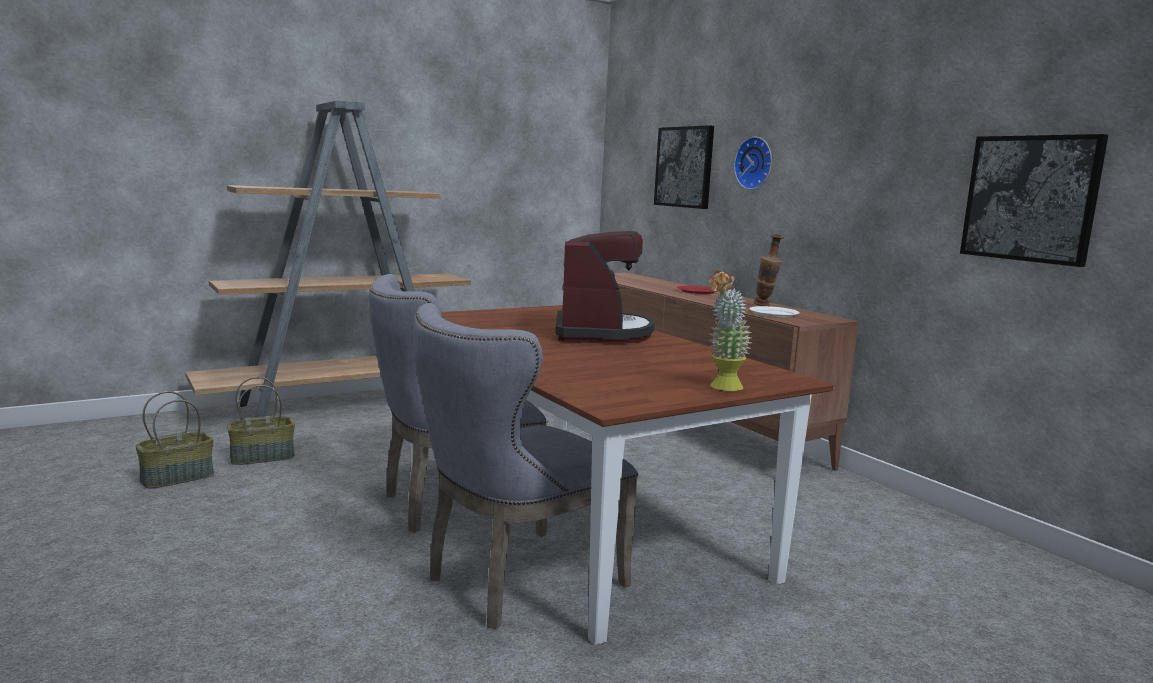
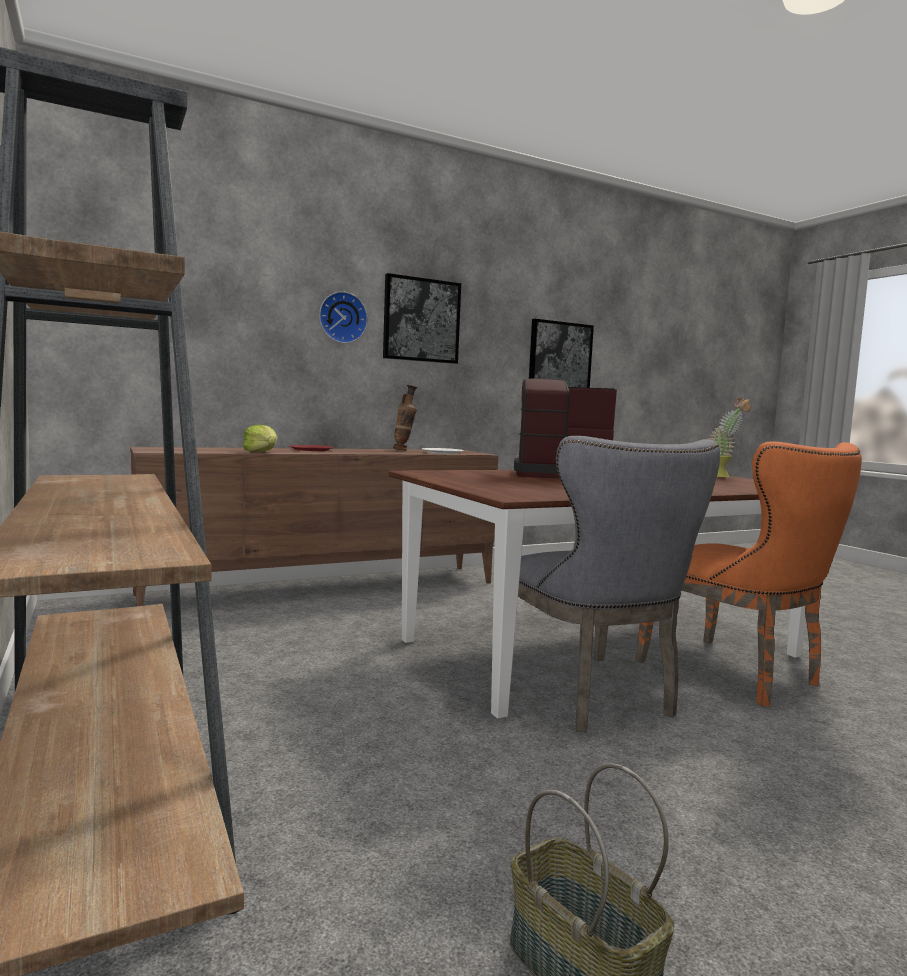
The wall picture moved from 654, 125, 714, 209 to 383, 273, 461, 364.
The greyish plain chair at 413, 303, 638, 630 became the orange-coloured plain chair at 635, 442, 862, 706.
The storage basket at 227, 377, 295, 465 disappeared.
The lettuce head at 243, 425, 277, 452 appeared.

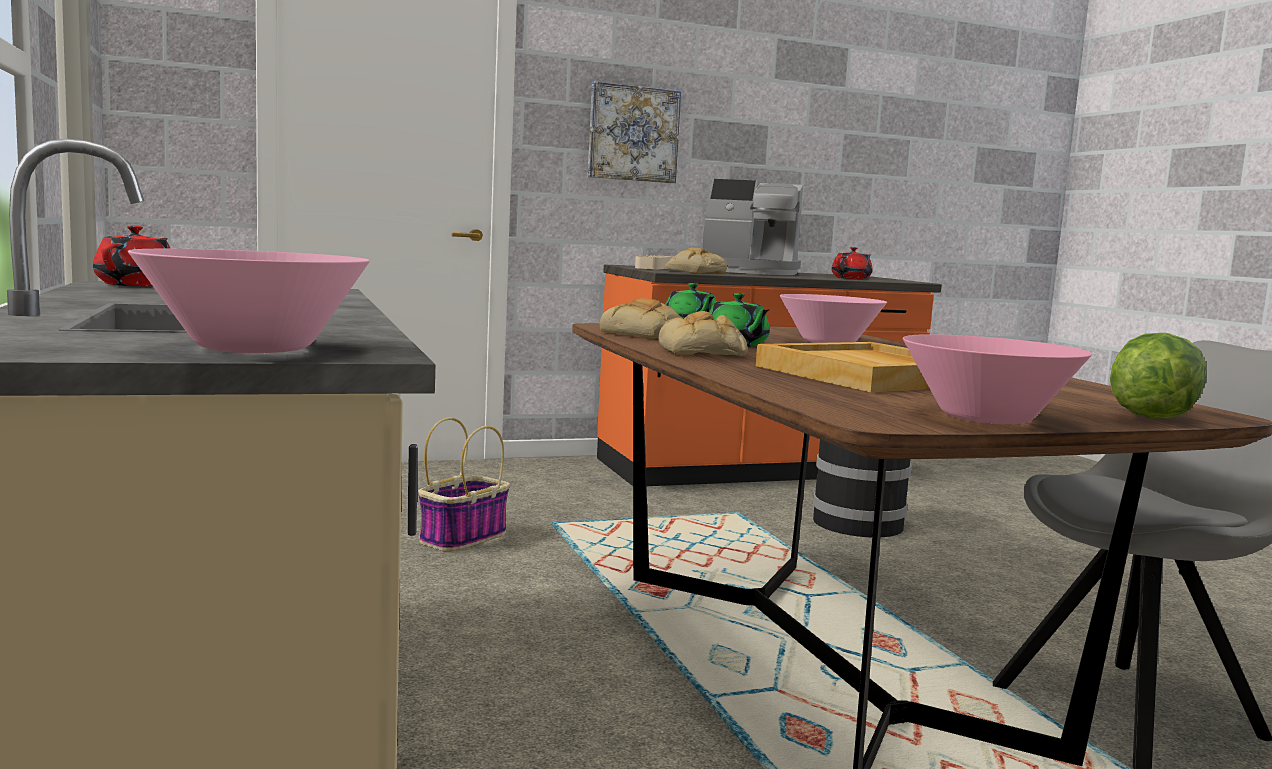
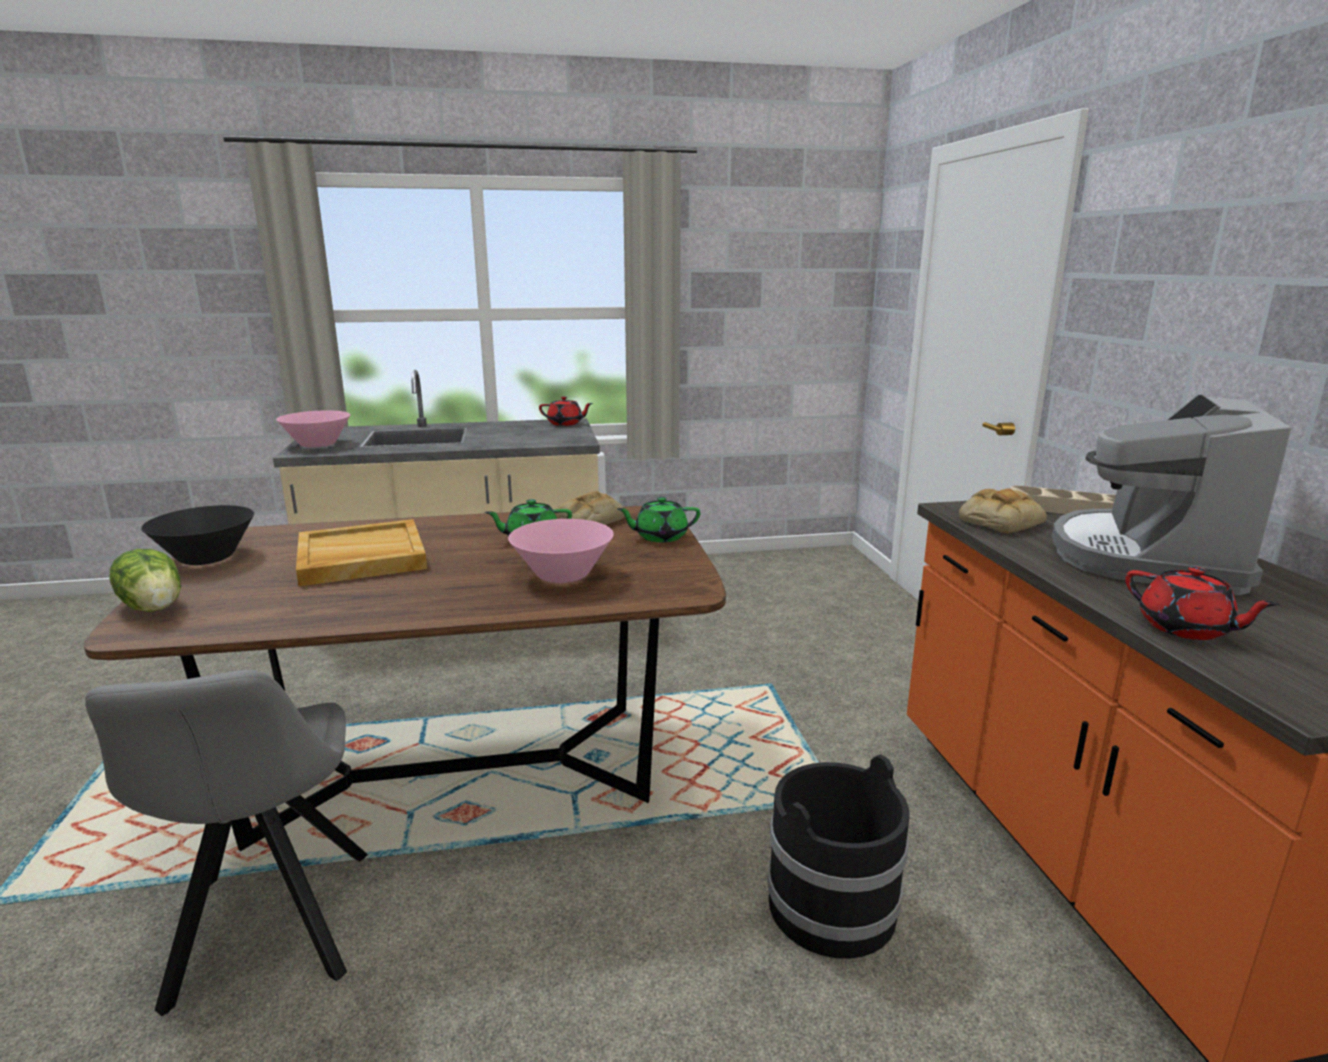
The wall picture at 588, 81, 681, 183 disappeared.
The bakery bread at 659, 311, 747, 356 disappeared.
The pinkish deep dish at 903, 334, 1092, 424 became the blackish deep dish at 141, 505, 254, 565.
The storage basket at 418, 418, 510, 552 disappeared.

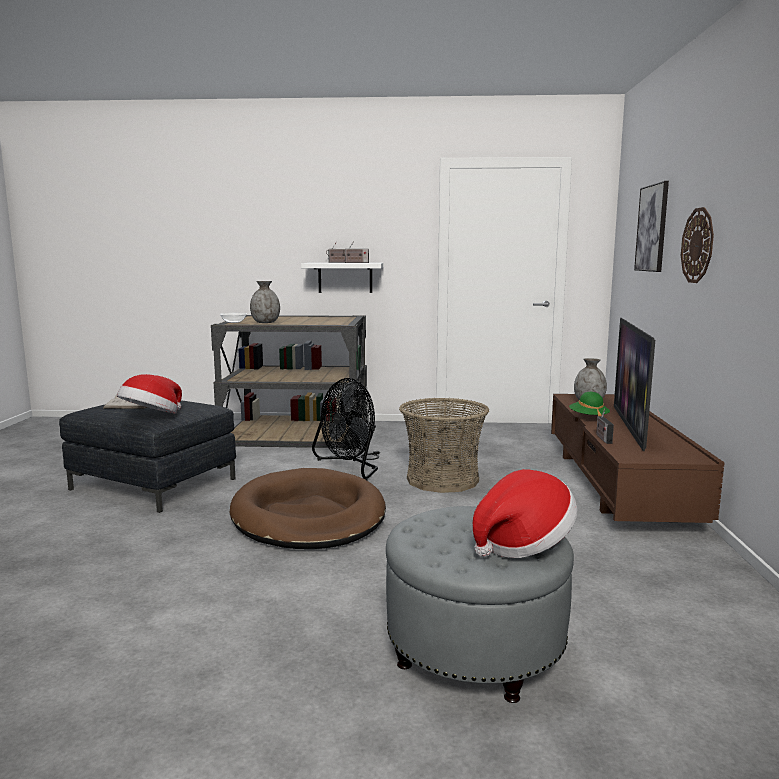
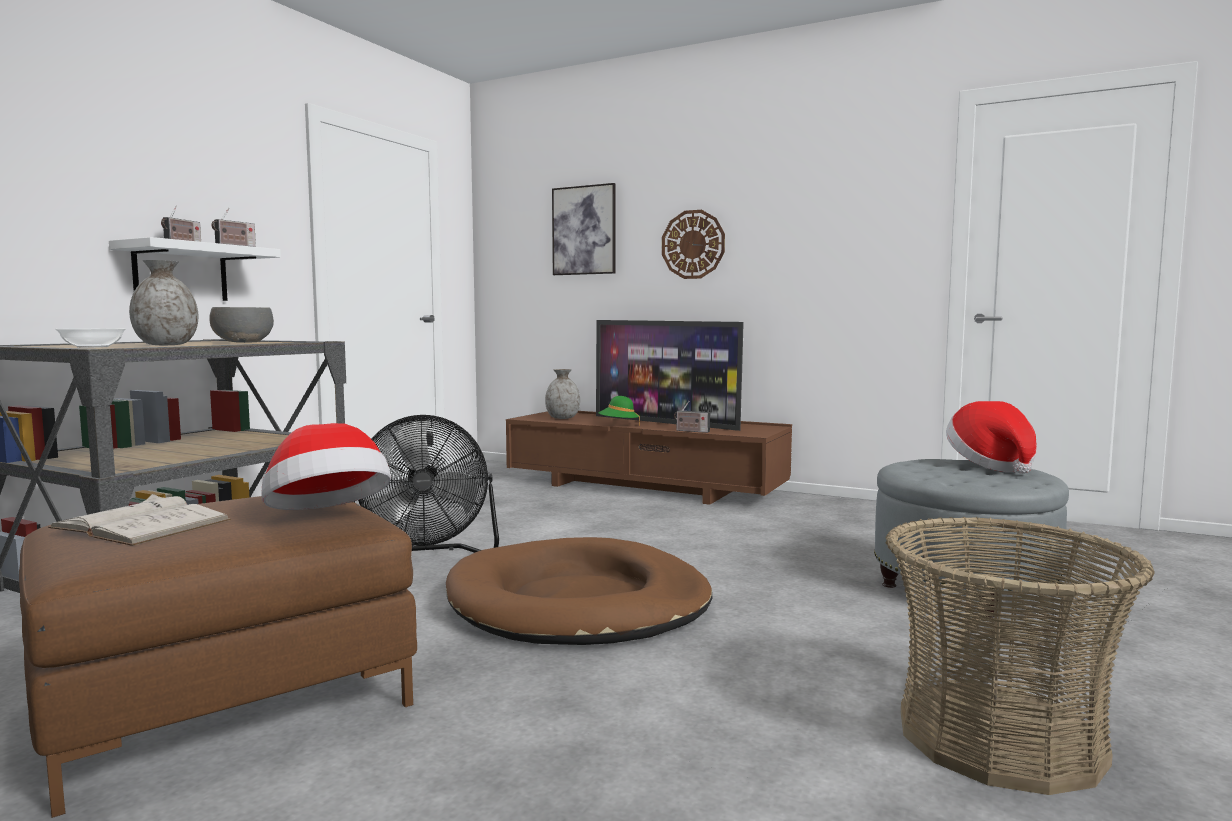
The storage basket moved from 399, 398, 489, 493 to 885, 517, 1155, 795.
The greyish footrest at 59, 400, 236, 513 became the brown footrest at 19, 496, 417, 818.
The greyish deep dish at 209, 307, 274, 343 appeared.

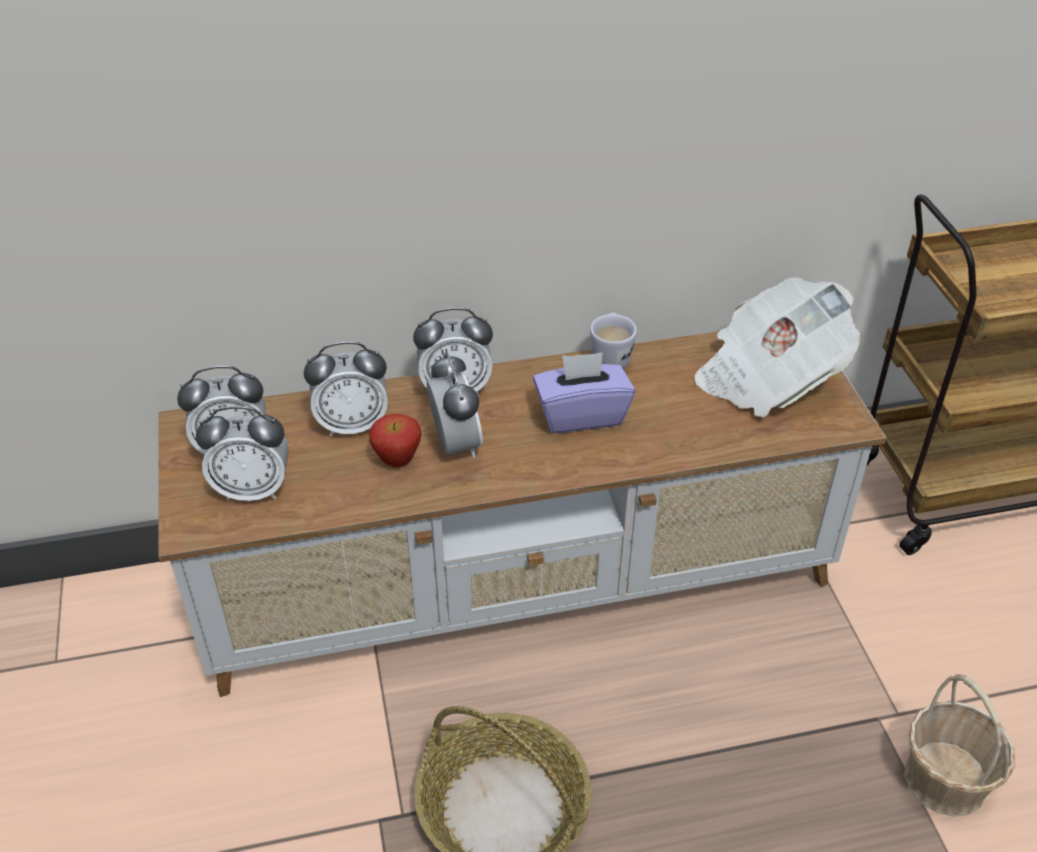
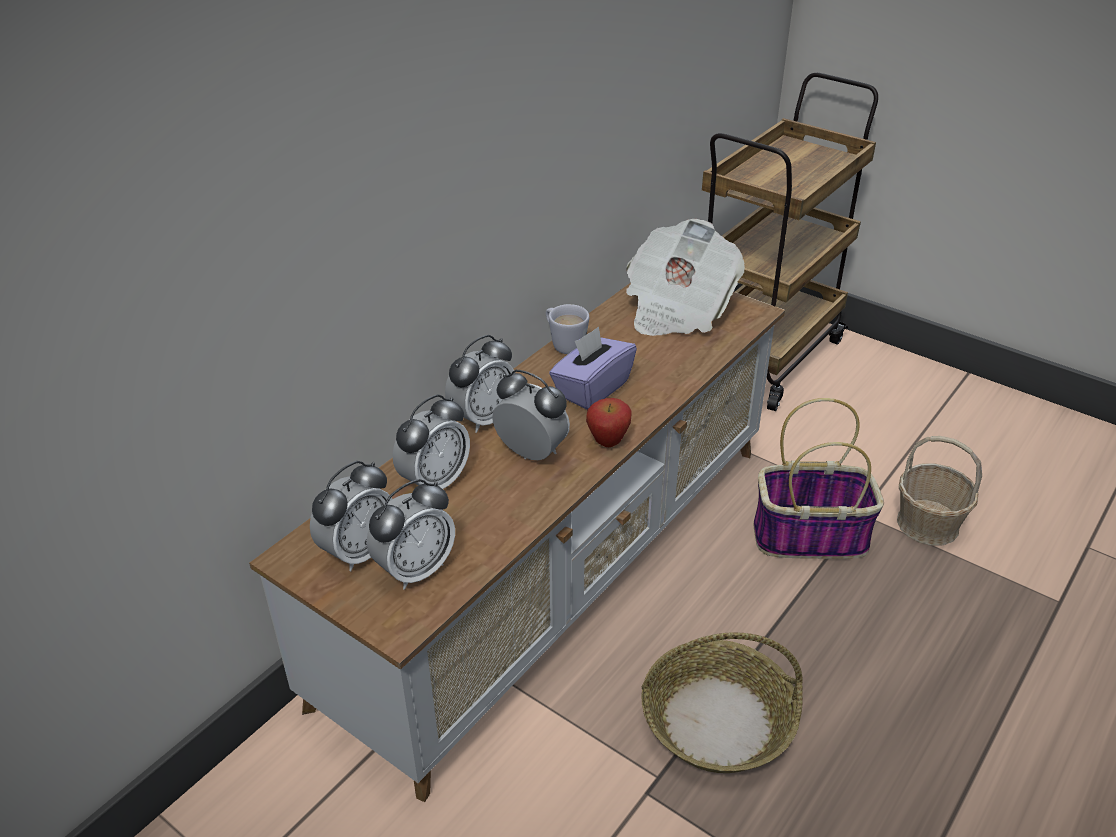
The apple fruit moved from 369, 414, 421, 467 to 586, 398, 632, 447.
The storage basket at 753, 398, 884, 559 appeared.

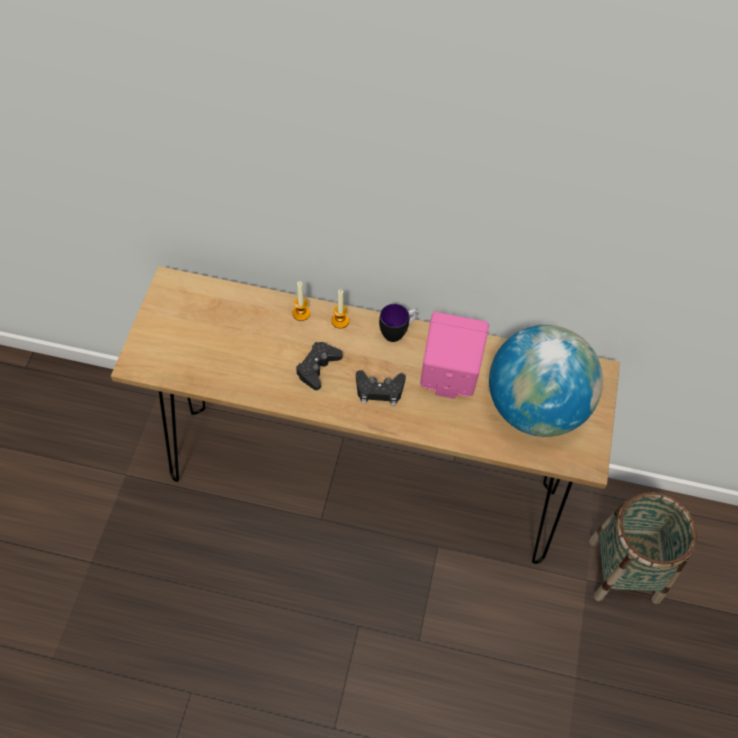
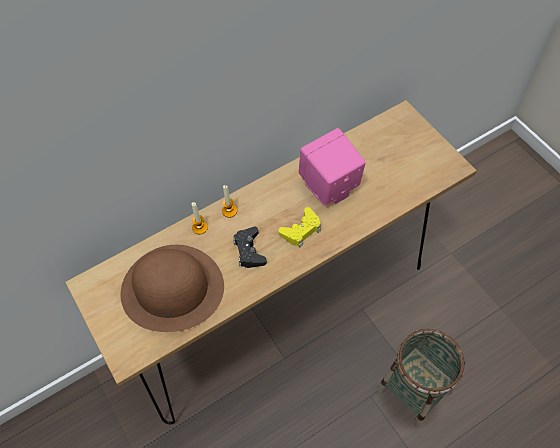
The mug at 379, 304, 418, 342 disappeared.
The desk globe at 489, 325, 603, 437 disappeared.
The blackish game controller at 356, 370, 406, 405 became the yellow-coloured game controller at 279, 207, 321, 247.
The storage basket moved from 589, 492, 697, 604 to 377, 329, 465, 428.
The brown hat at 121, 245, 224, 332 appeared.

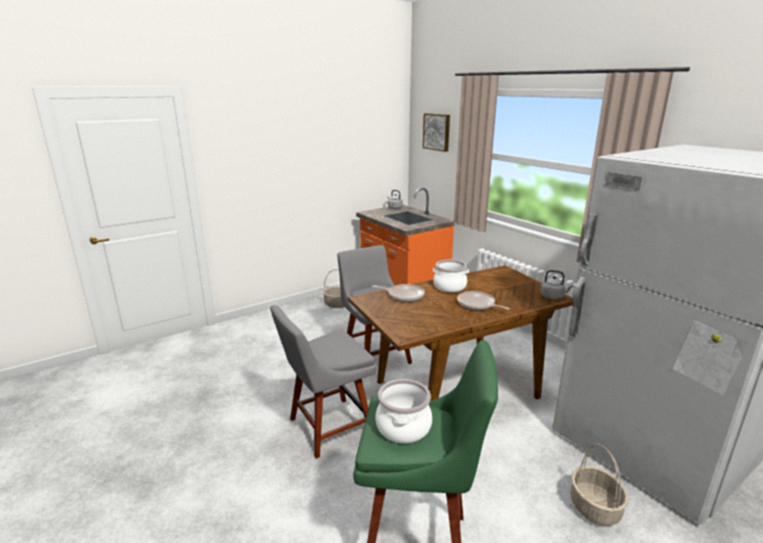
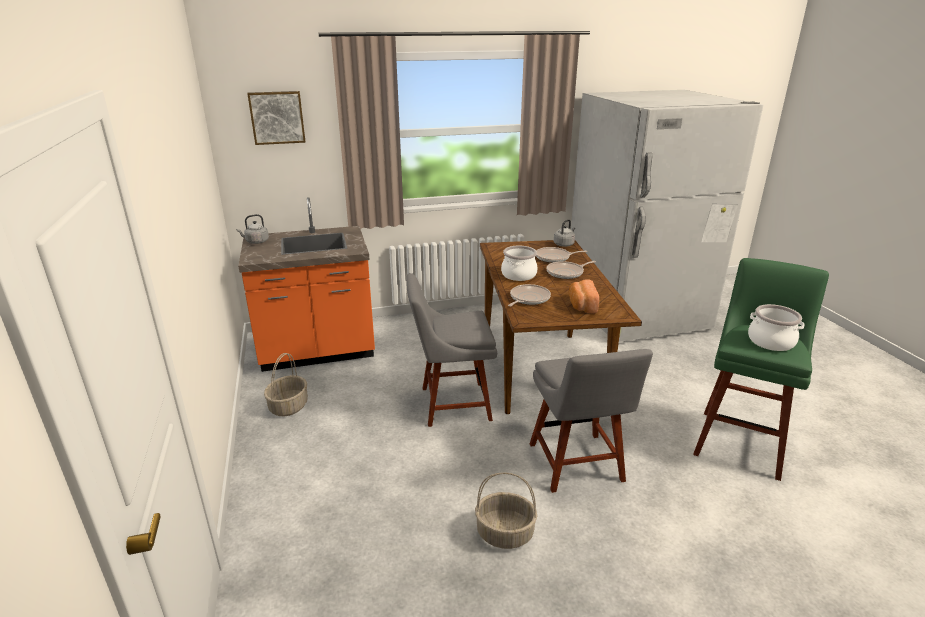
The storage basket moved from 570, 443, 629, 526 to 475, 472, 537, 549.
The frying pan at 536, 247, 587, 263 appeared.
The bakery bread at 569, 279, 599, 313 appeared.

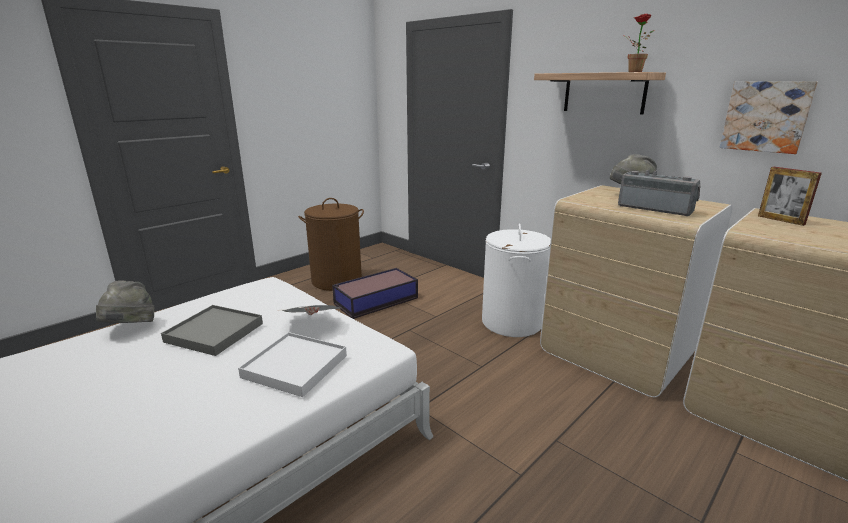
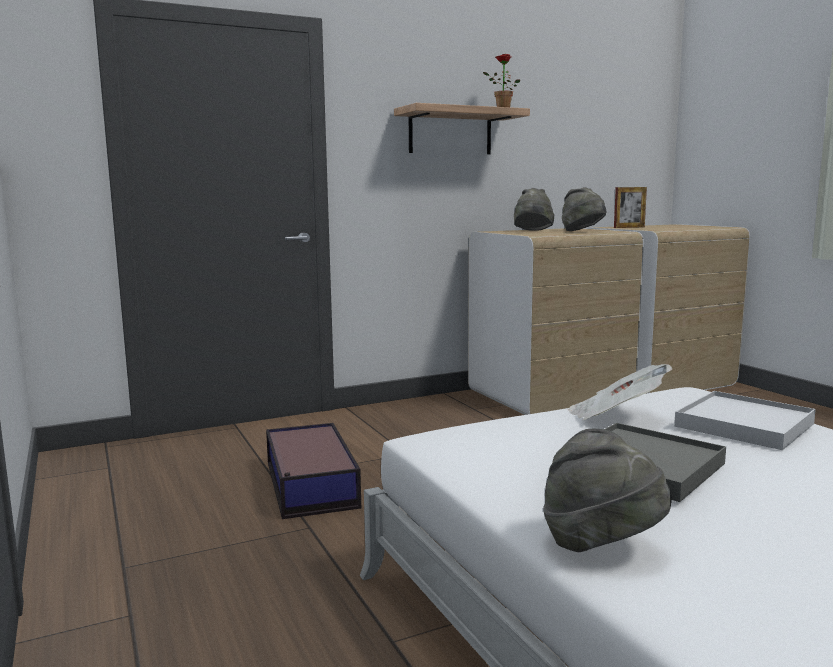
The wall picture at 720, 81, 818, 154 disappeared.
The radio receiver at 618, 170, 701, 216 was replaced by the greyish hat at 562, 187, 606, 231.
The brown washing basket at 298, 198, 364, 291 disappeared.
The whitish washing basket at 482, 223, 551, 337 disappeared.

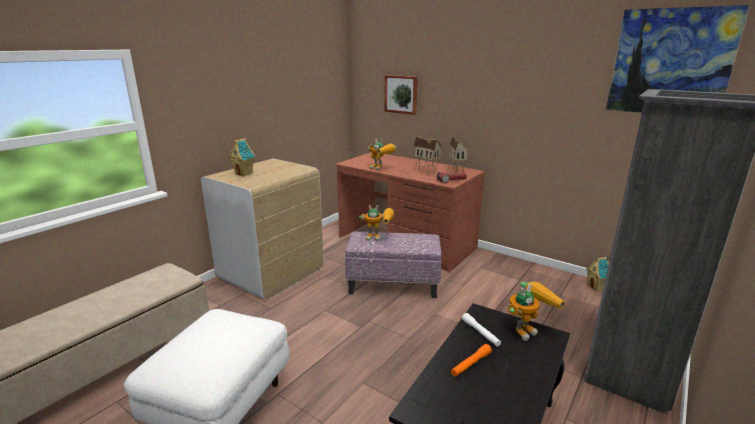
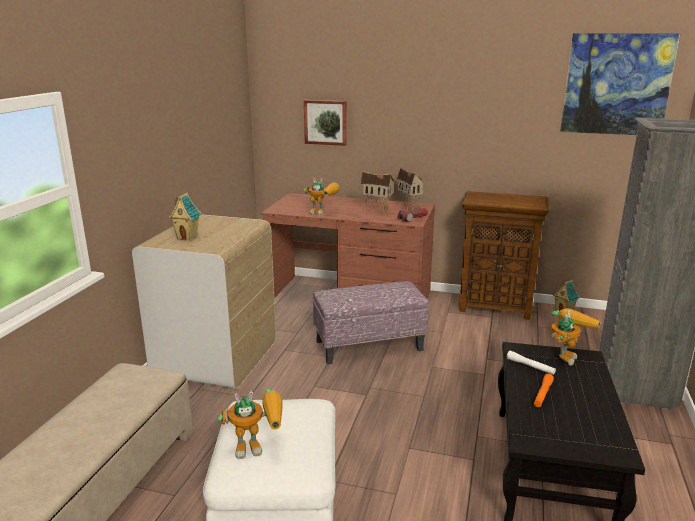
The toy robot moved from 359, 205, 394, 241 to 218, 389, 283, 459.
The brown cabinet at 460, 191, 550, 320 appeared.

